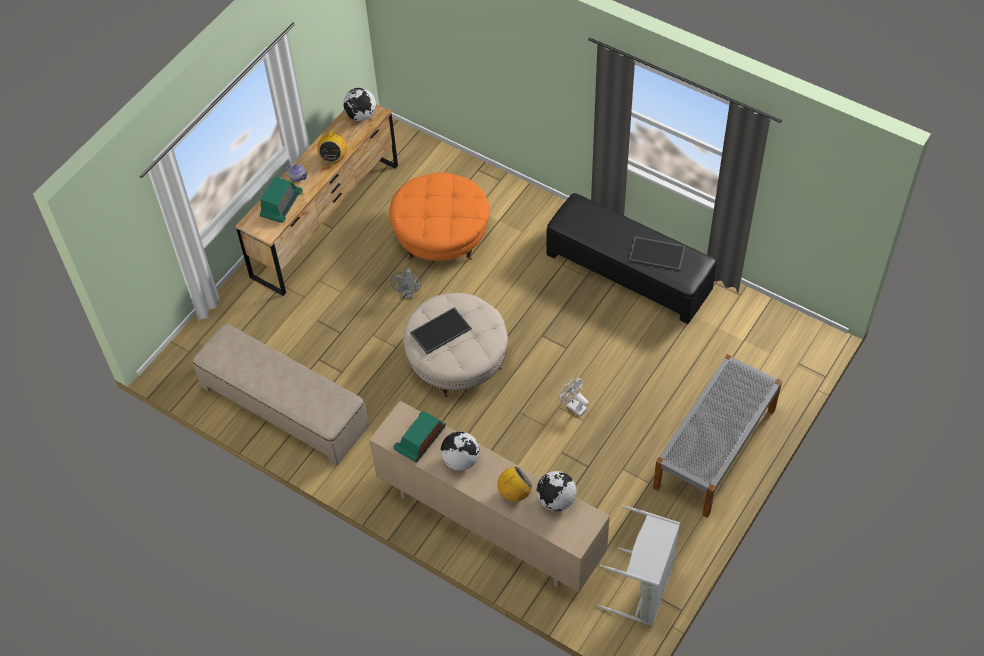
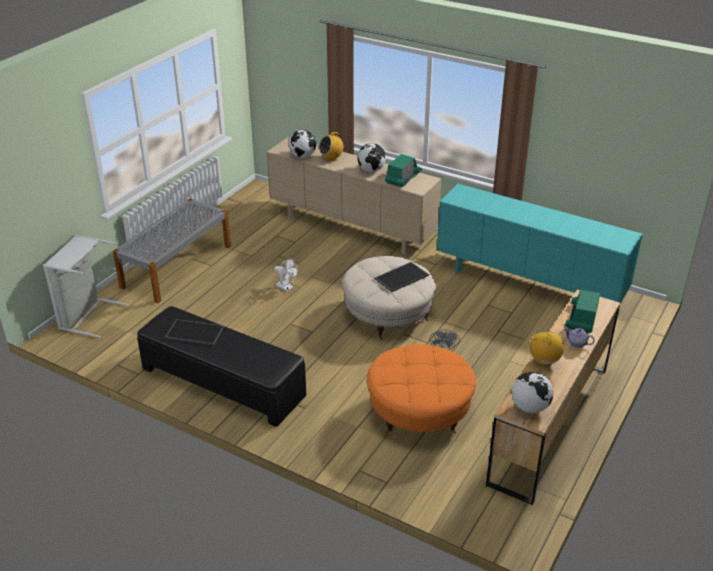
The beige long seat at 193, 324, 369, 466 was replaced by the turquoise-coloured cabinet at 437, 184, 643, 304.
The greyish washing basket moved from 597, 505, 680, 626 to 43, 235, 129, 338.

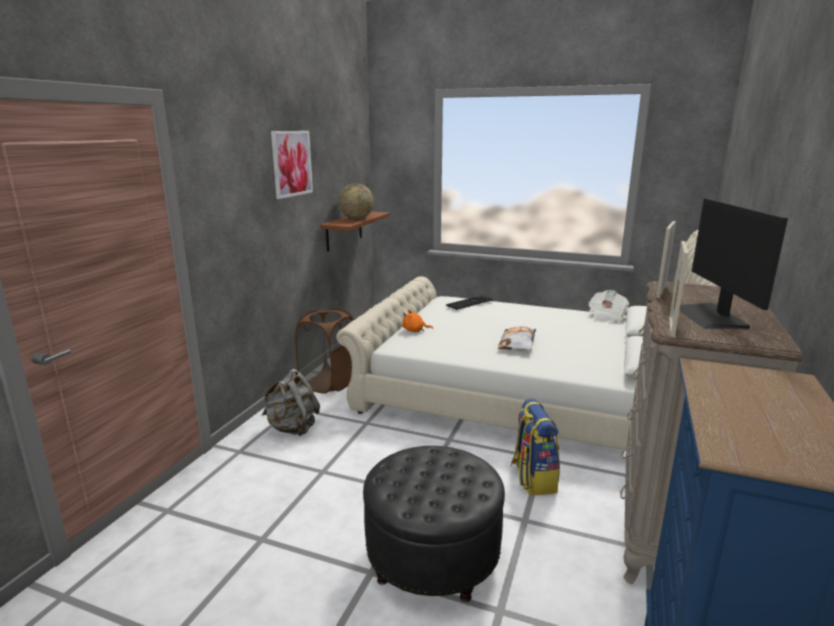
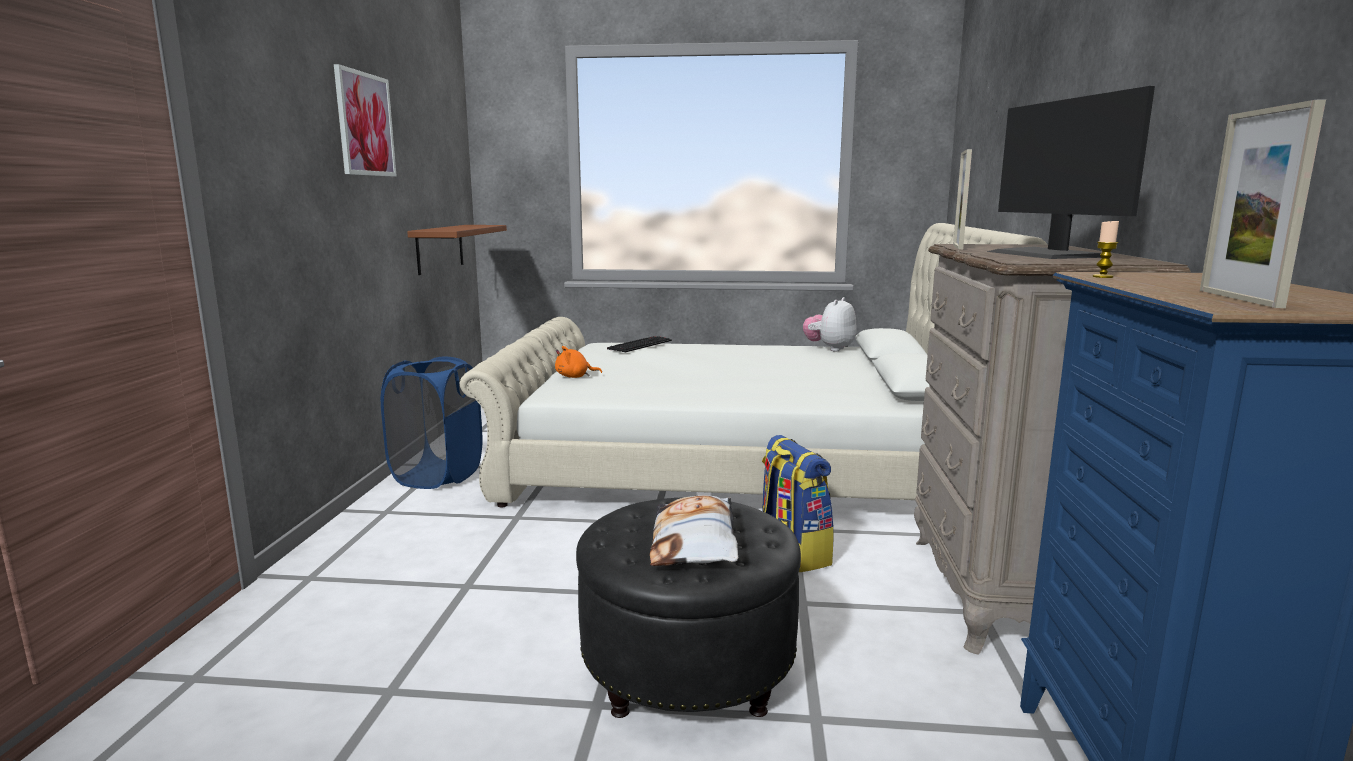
The desk globe at 338, 183, 374, 219 disappeared.
The standing frame moved from 669, 241, 689, 337 to 1200, 99, 1326, 308.
The newspaper at 588, 290, 629, 322 was replaced by the cuddly toy at 803, 297, 857, 351.
The brown washing basket at 295, 308, 354, 394 became the blue washing basket at 381, 357, 482, 489.
The throw pillow moved from 498, 326, 536, 351 to 650, 495, 738, 566.
The greyish knapsack at 262, 369, 320, 436 disappeared.
The candle at 1093, 220, 1119, 278 appeared.

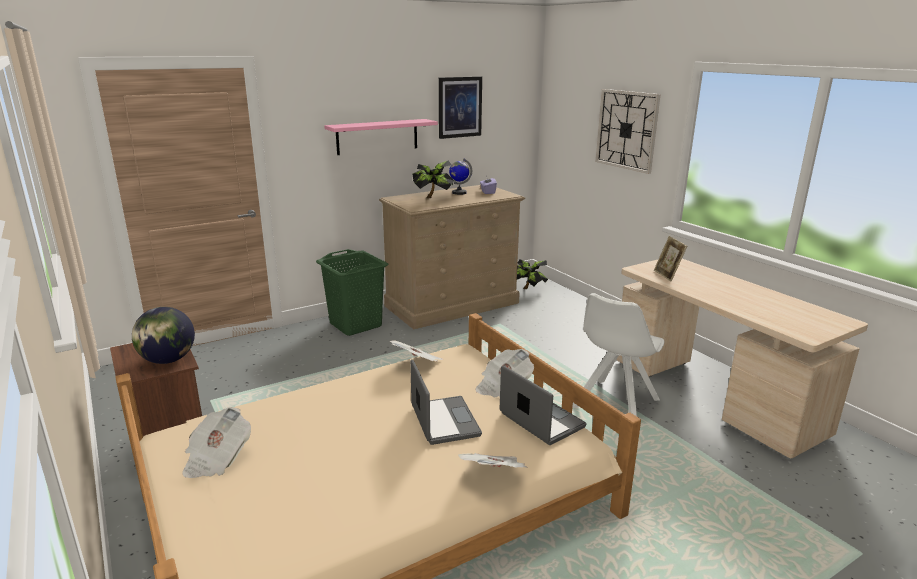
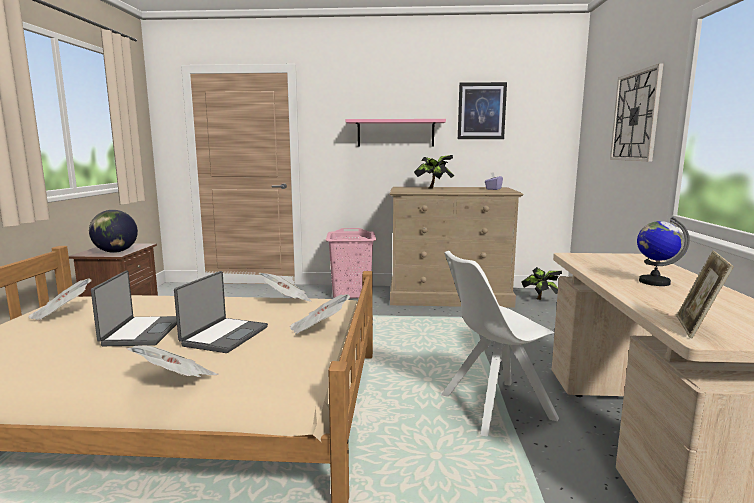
The desk globe moved from 449, 159, 472, 195 to 637, 217, 690, 286.
The standing frame moved from 654, 236, 687, 282 to 676, 251, 734, 338.
The green washing basket at 316, 249, 389, 336 became the pinkish washing basket at 325, 228, 376, 298.
The notebook computer moved from 500, 365, 587, 445 to 91, 270, 177, 346.

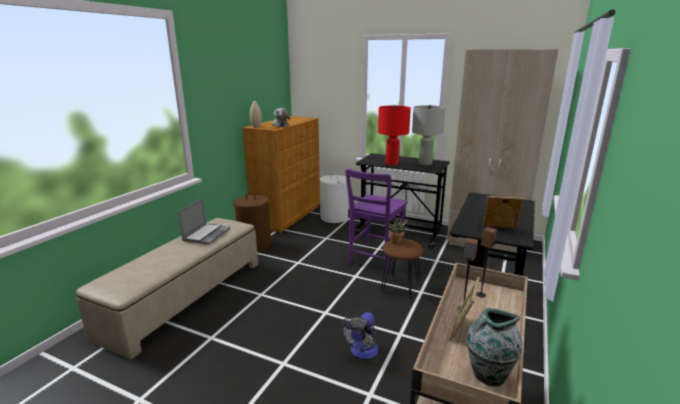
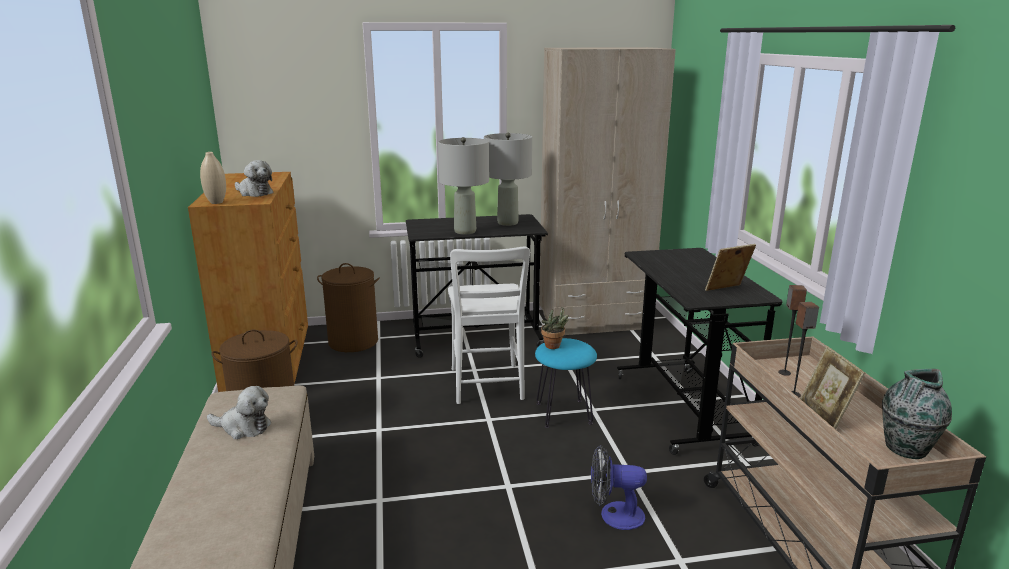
The red table lamp at 378, 105, 411, 166 became the greyish table lamp at 438, 137, 489, 234.
The purple plain chair at 345, 169, 407, 273 became the whitish plain chair at 448, 246, 530, 404.
The whitish washing basket at 320, 172, 348, 223 became the brown washing basket at 317, 263, 380, 352.
The notebook computer at 178, 198, 230, 245 was replaced by the cuddly toy at 207, 386, 271, 439.
The brown sitting stool at 381, 239, 424, 300 became the turquoise-coloured sitting stool at 535, 338, 597, 428.
The electric fan at 341, 312, 378, 359 turned 105 degrees clockwise.

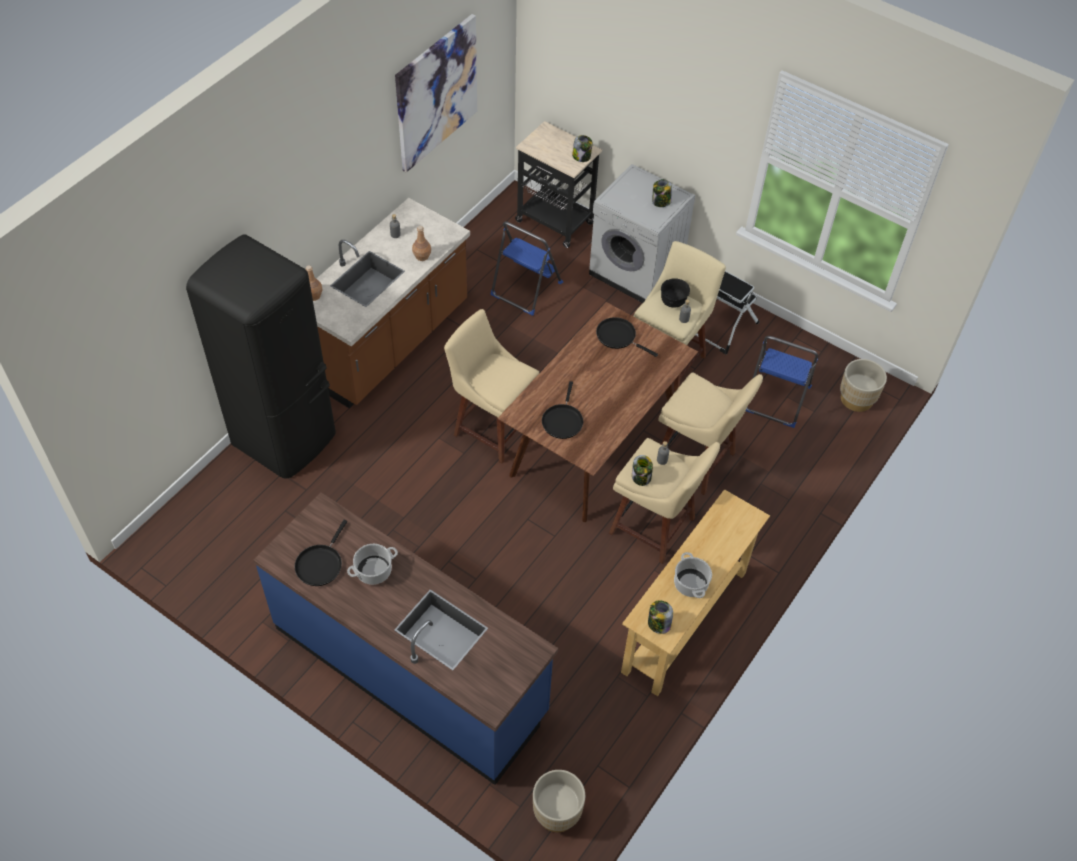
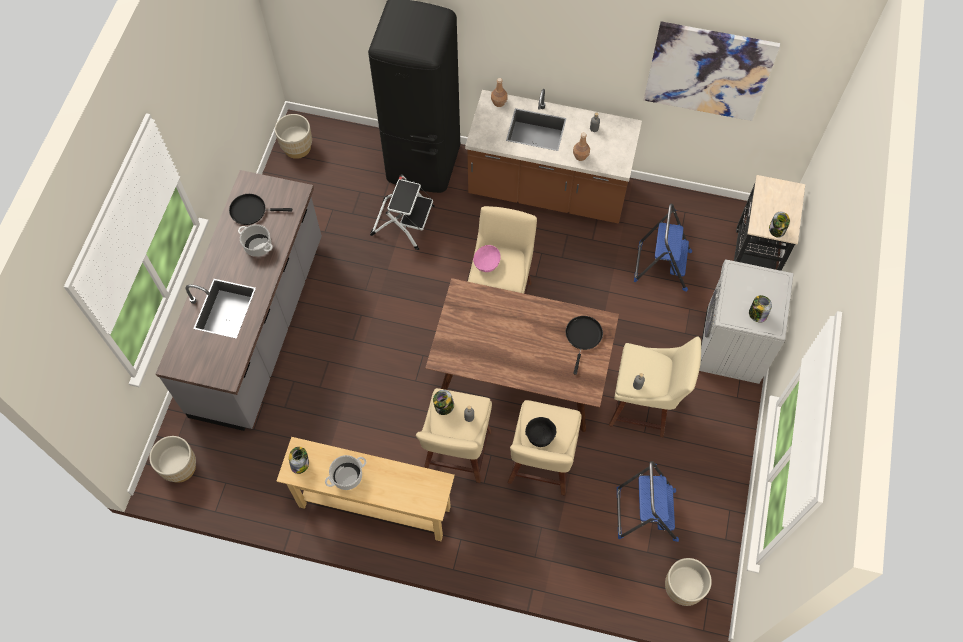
The step stool moved from 696, 271, 760, 354 to 370, 174, 435, 250.
The blackish deep dish moved from 661, 278, 690, 308 to 525, 417, 556, 447.
The blackish frying pan at 542, 381, 583, 439 disappeared.
The blue kitchen base unit at 254, 492, 558, 785 became the greyish kitchen base unit at 156, 170, 322, 431.
The beige planter at 275, 114, 312, 159 appeared.
The pinkish deep dish at 473, 245, 501, 272 appeared.

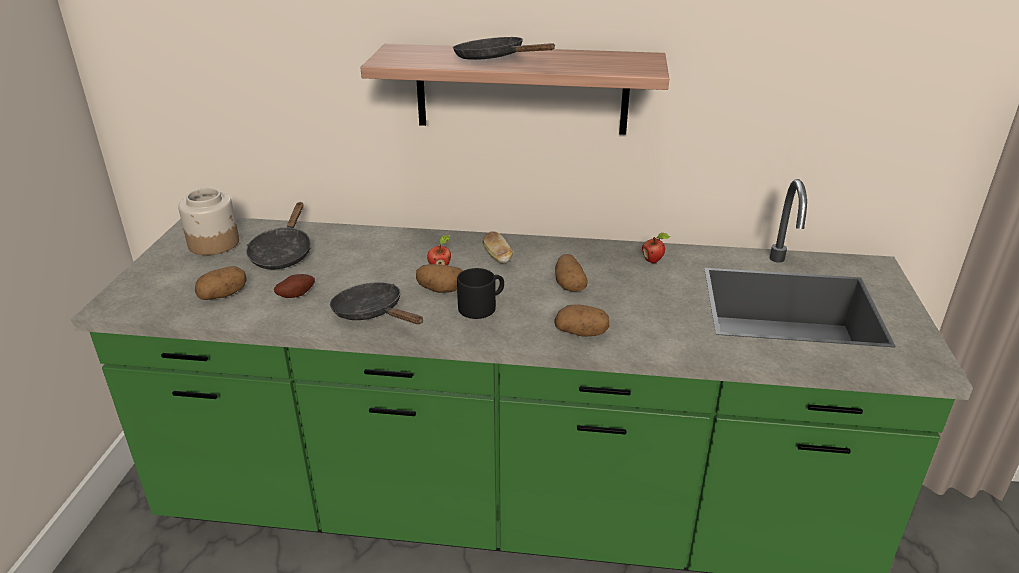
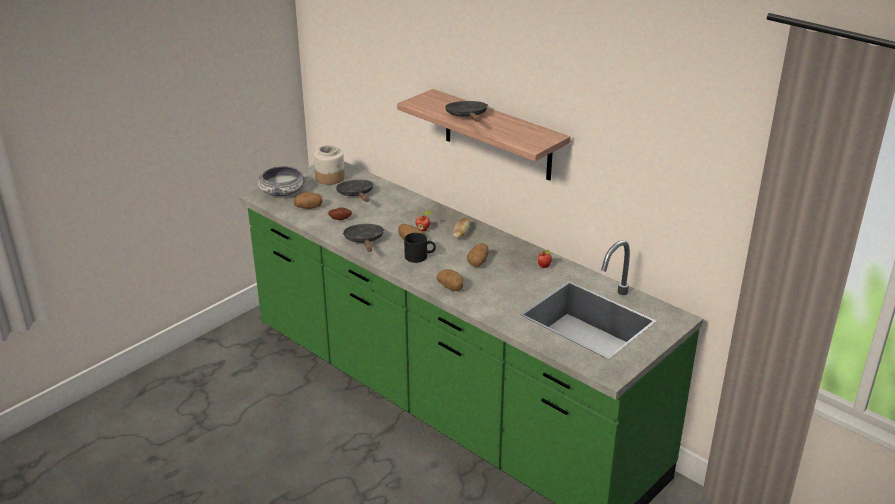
The blackish frying pan at 246, 202, 311, 269 turned 120 degrees clockwise.
The deep dish at 258, 166, 306, 197 appeared.

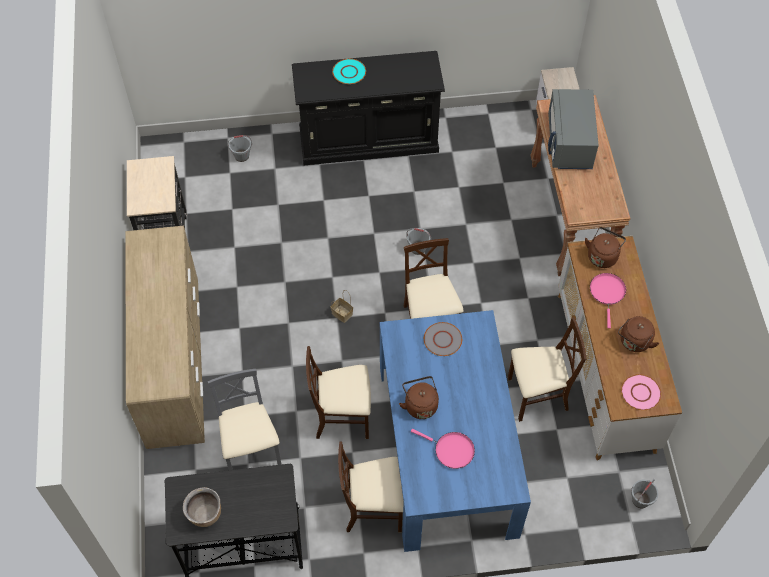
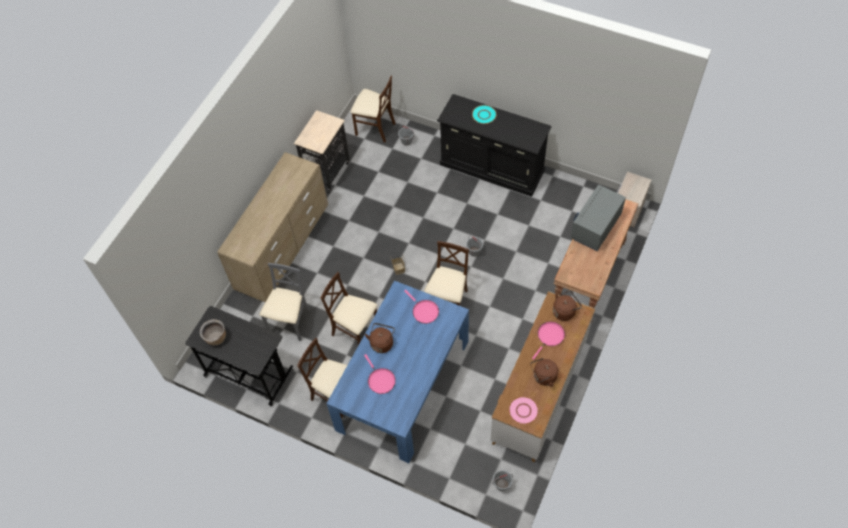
The beige plain chair moved from 508, 317, 587, 422 to 351, 76, 395, 142.
The greyish plate at 424, 322, 462, 356 was replaced by the pinkish frying pan at 404, 290, 439, 324.

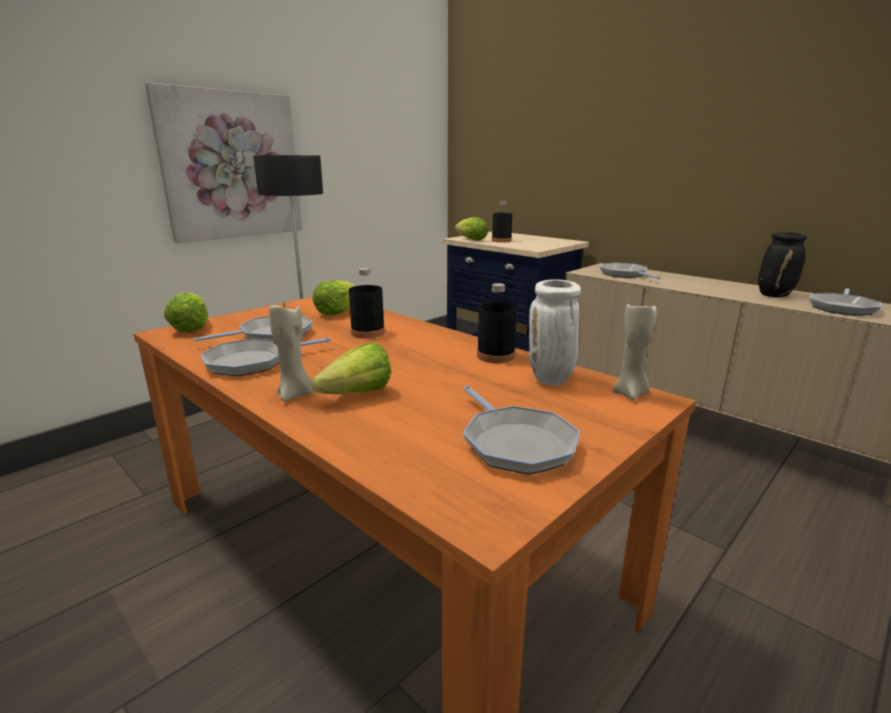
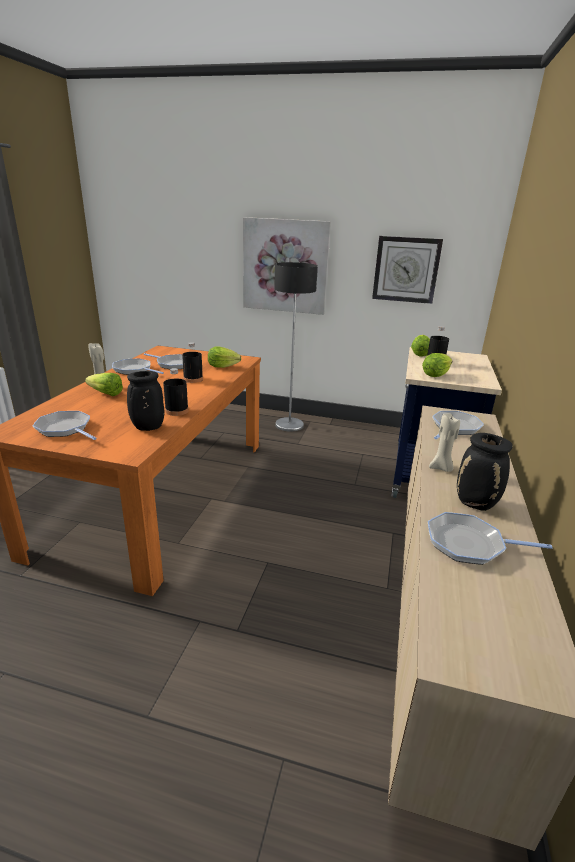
The whitish decorative vase at 529, 279, 581, 385 became the blackish decorative vase at 127, 371, 164, 431.
The lettuce head moved from 164, 292, 208, 333 to 422, 353, 452, 377.
The beige candle moved from 612, 300, 657, 400 to 429, 413, 460, 472.
The frying pan at 463, 386, 580, 475 turned 90 degrees clockwise.
The hanging clock at 372, 236, 443, 304 appeared.

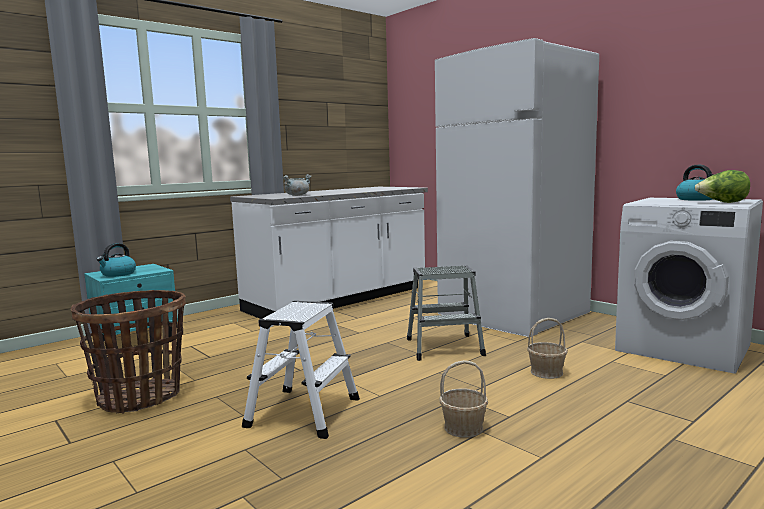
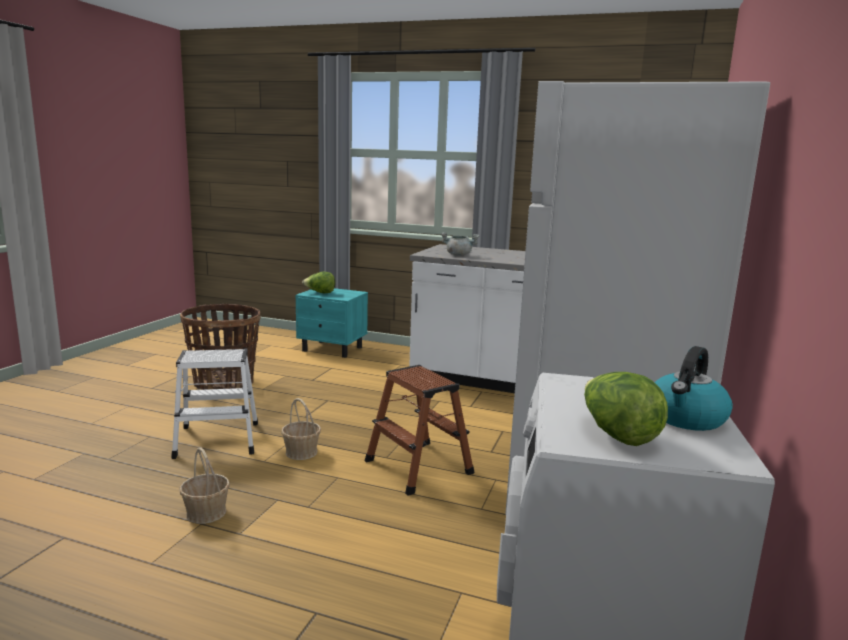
The water kettle at 97, 243, 136, 277 was replaced by the lettuce head at 302, 272, 335, 293.
The greyish step stool at 407, 265, 486, 361 became the brown step stool at 365, 365, 475, 495.
The storage basket moved from 527, 318, 568, 379 to 281, 398, 321, 460.

